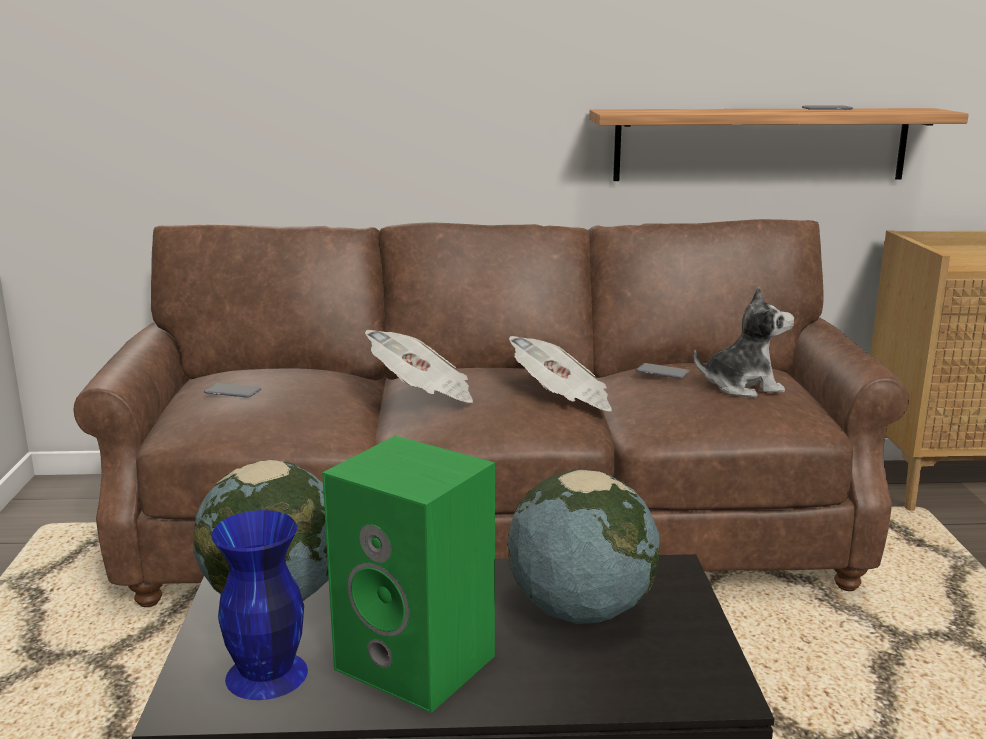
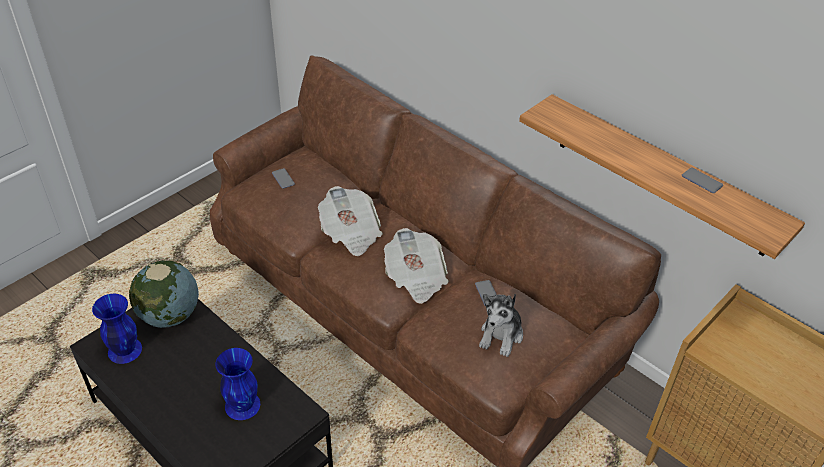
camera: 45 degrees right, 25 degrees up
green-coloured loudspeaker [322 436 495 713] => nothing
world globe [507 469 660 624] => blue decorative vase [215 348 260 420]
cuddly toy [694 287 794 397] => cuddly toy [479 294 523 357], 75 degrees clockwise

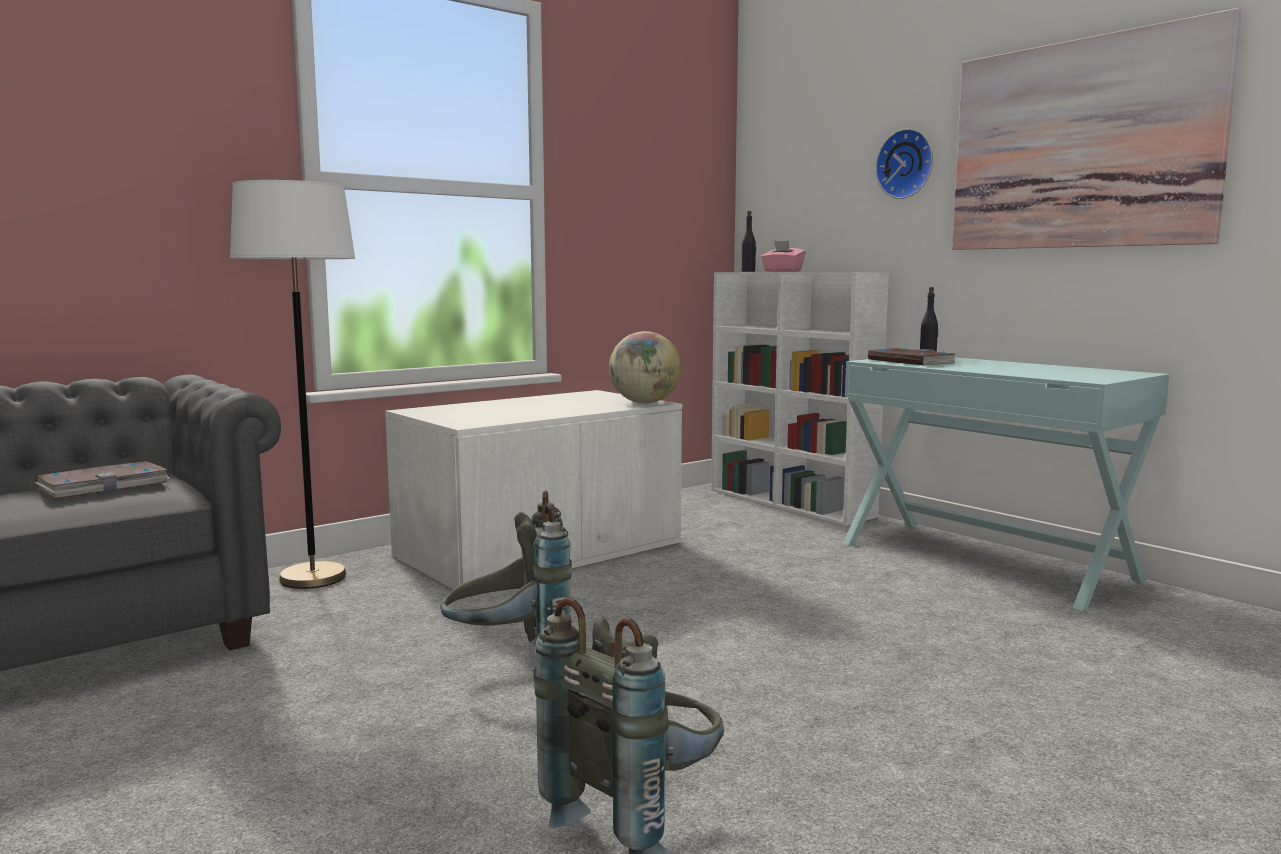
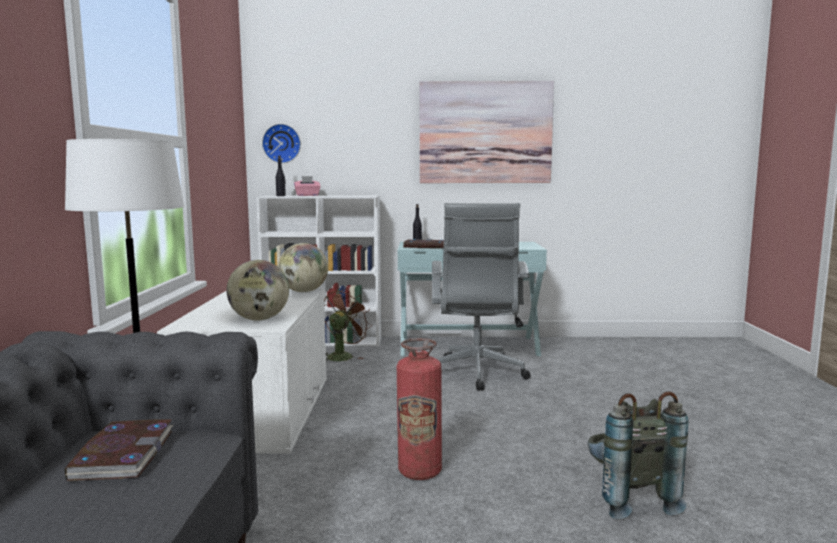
camera: 50 degrees left, 0 degrees up
nothing => world globe [226 260 289 321]
nothing => brownish cooling fan [324 288 372 361]
nothing => greyish computer chair [432 203 531 391]
hanging clock [875 129 933 199] => hanging clock [262 124 301 163], shifted
greyish backpack [440 490 572 643] => fire extinguisher [397 338 442 480]

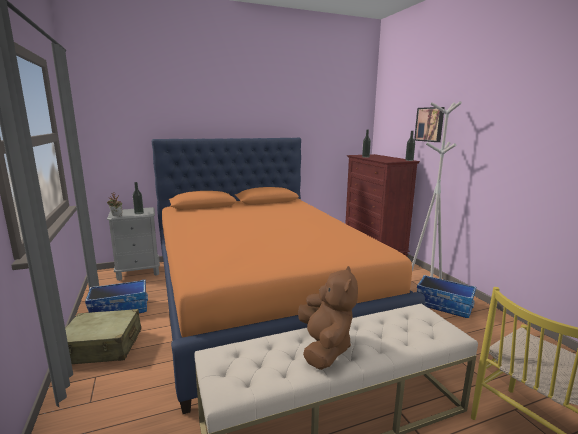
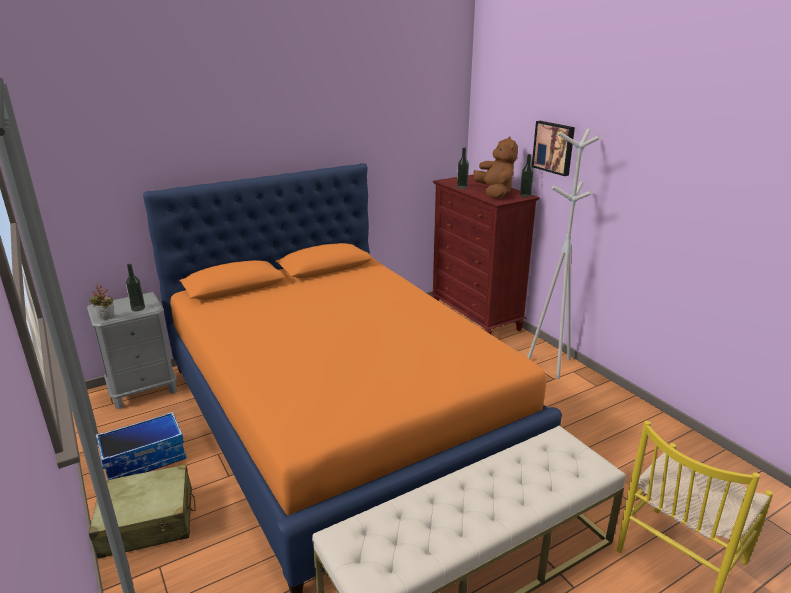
camera: 10 degrees left, 10 degrees up
storage container [417 275 476 318] => nothing
brownish cuddly toy [298 266 358 370] => brownish cuddly toy [473 137 518 198], shifted

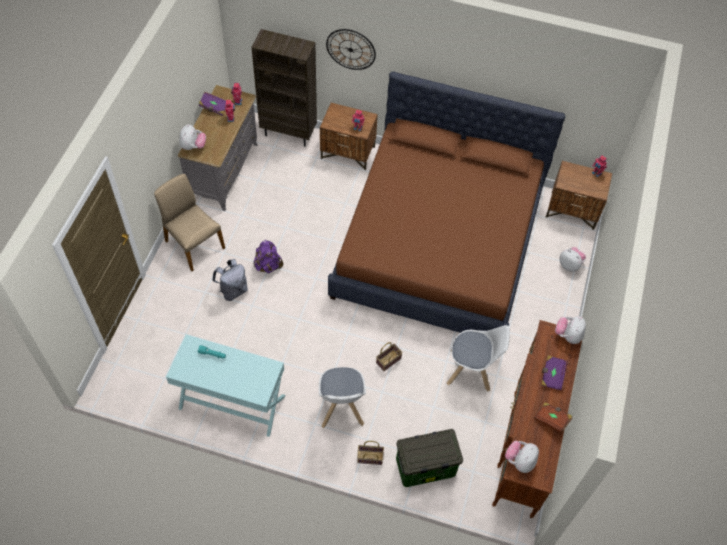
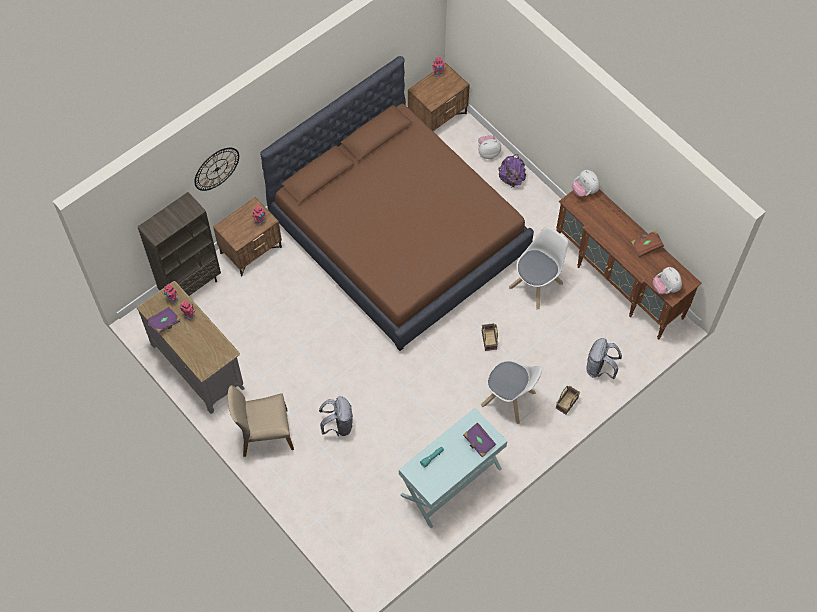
camera: 55 degrees left, 5 degrees up
cuddly toy [179 124 206 150] => nothing
purple-coloured backpack [254 240 283 273] => purple-coloured backpack [499 154 526 187], shifted
purple-coloured bound book [541 356 568 390] => purple-coloured bound book [463 422 496 457], shifted
storage container [396 429 463 487] => greyish backpack [586 338 622 379]

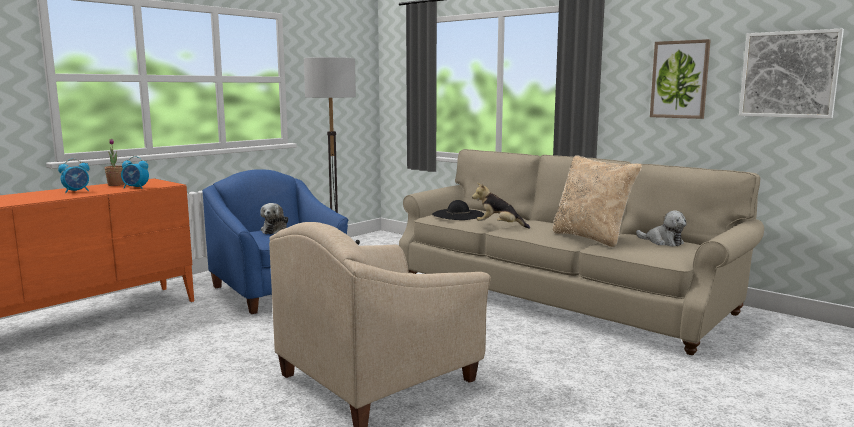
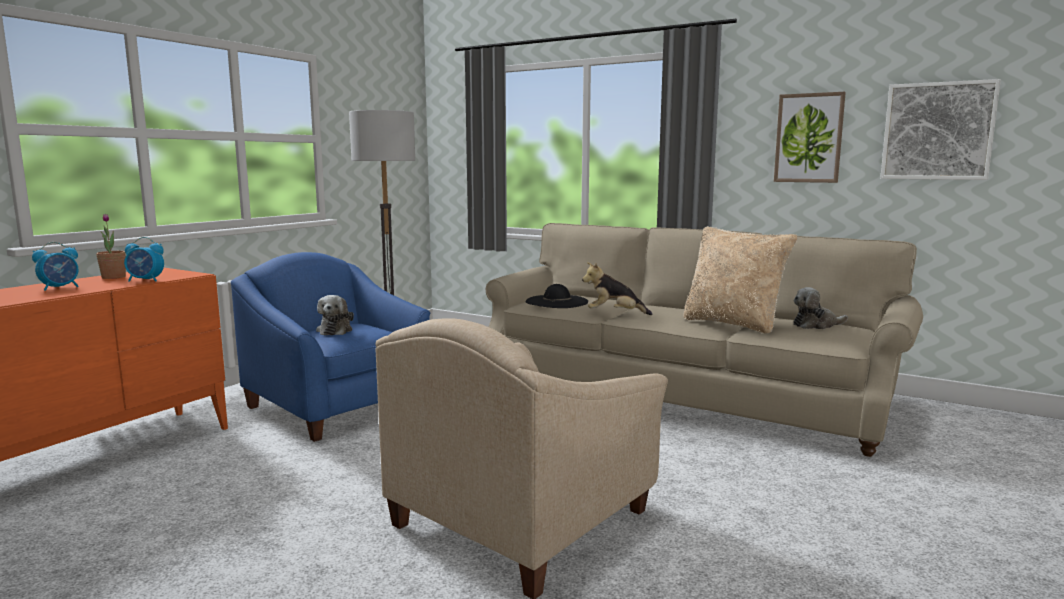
camera: 10 degrees left, 0 degrees up
cuddly toy [636 211 687 246] => cuddly toy [793 287 848 329], 135 degrees clockwise

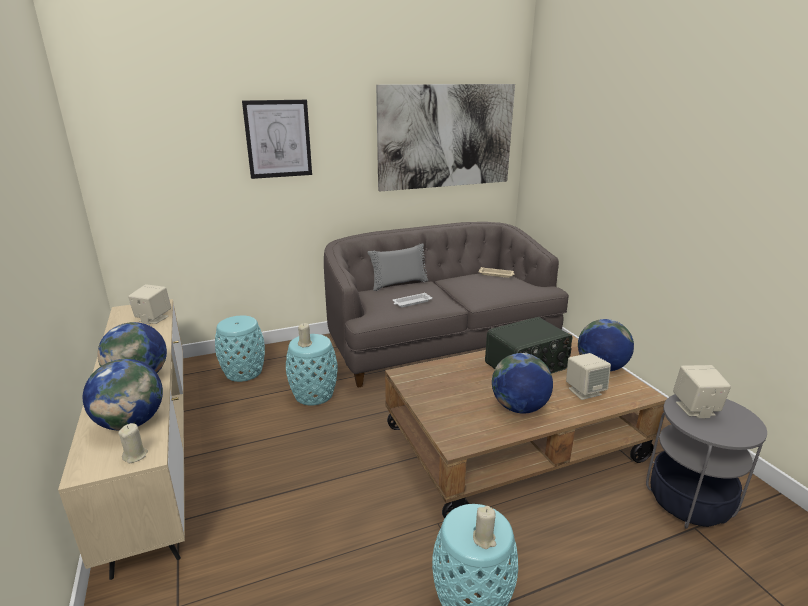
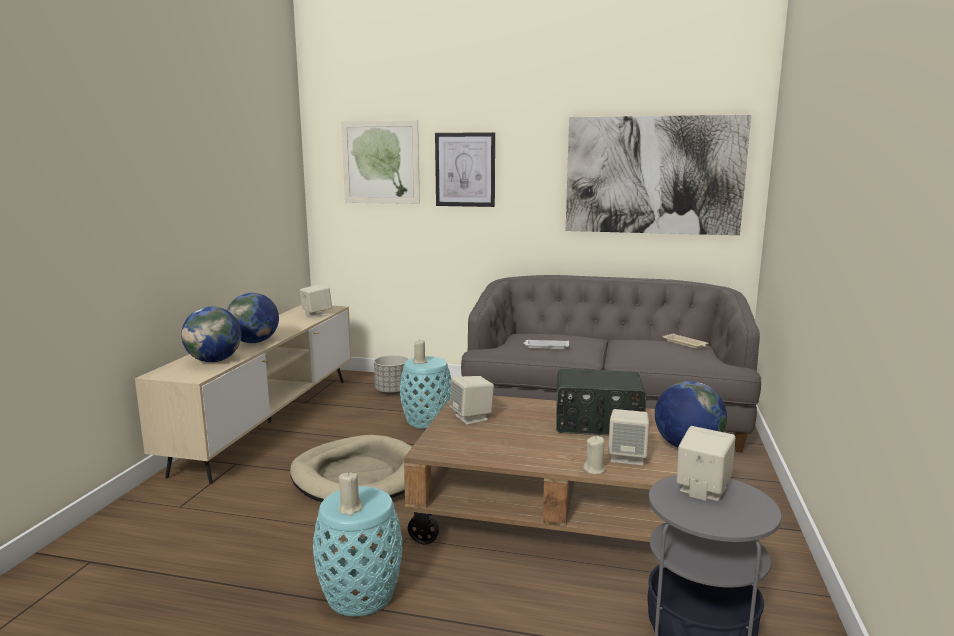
camera: 35 degrees right, 10 degrees down
greyish cushion [367 243 428 291] => nothing
world globe [492 353 553 414] => nothing
nothing => beige pet bed [290 435 412 502]
nothing => wall picture [341 120 420 204]
nothing => beige loudspeaker [450 376 494 425]
beige candle [118 423 148 463] => beige candle [583 436 606 474], shifted
turquoise-coloured sitting stool [215 316 265 382] => greyish planter [374 355 409 394]

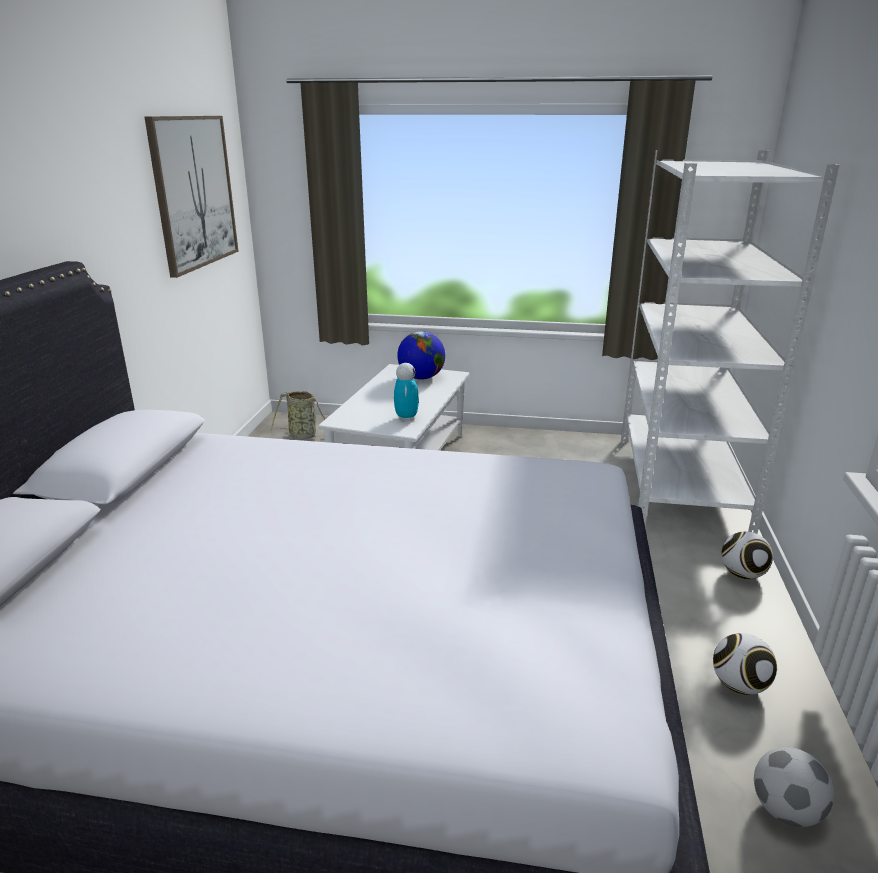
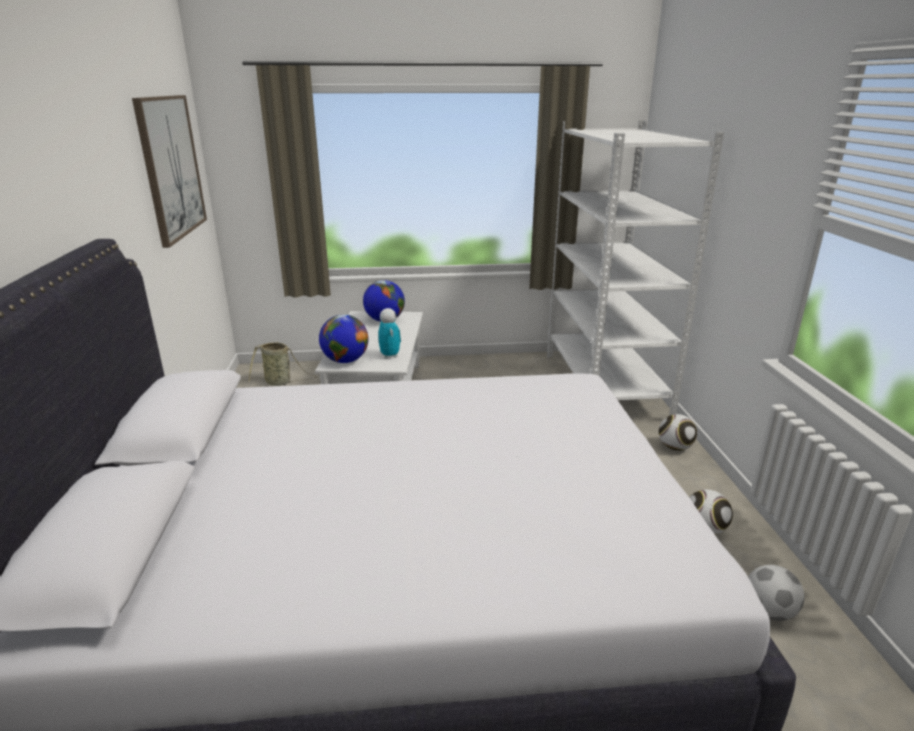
camera: 15 degrees left, 0 degrees up
nothing => world globe [319 314 368 363]

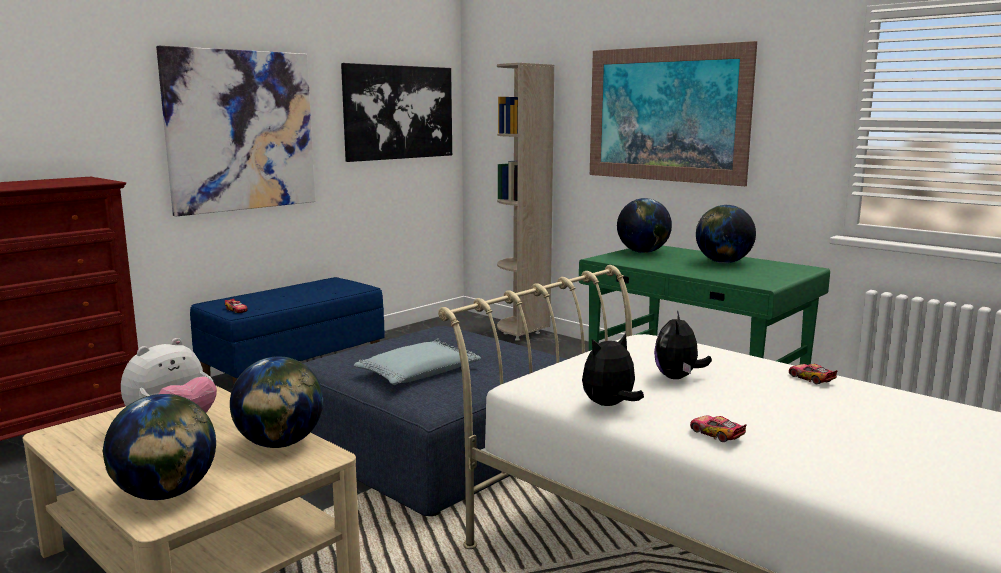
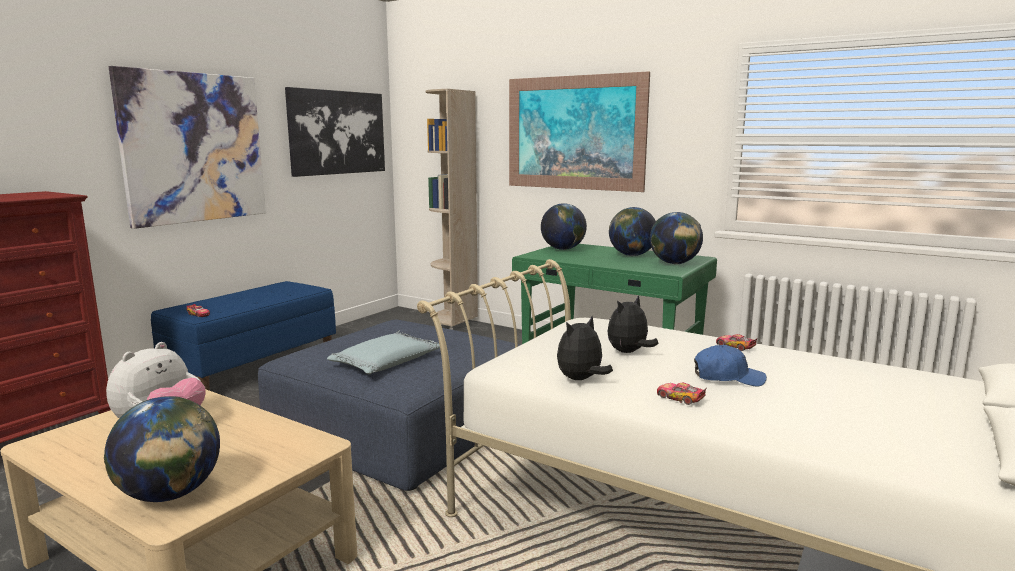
camera: 10 degrees left, 0 degrees up
nothing => blue cap [694 345 767 387]
world globe [230 357 323 448] => world globe [650 212 703 264], shifted
cuddly toy [654 311 712 379] => cuddly toy [607 295 659 353], 45 degrees clockwise

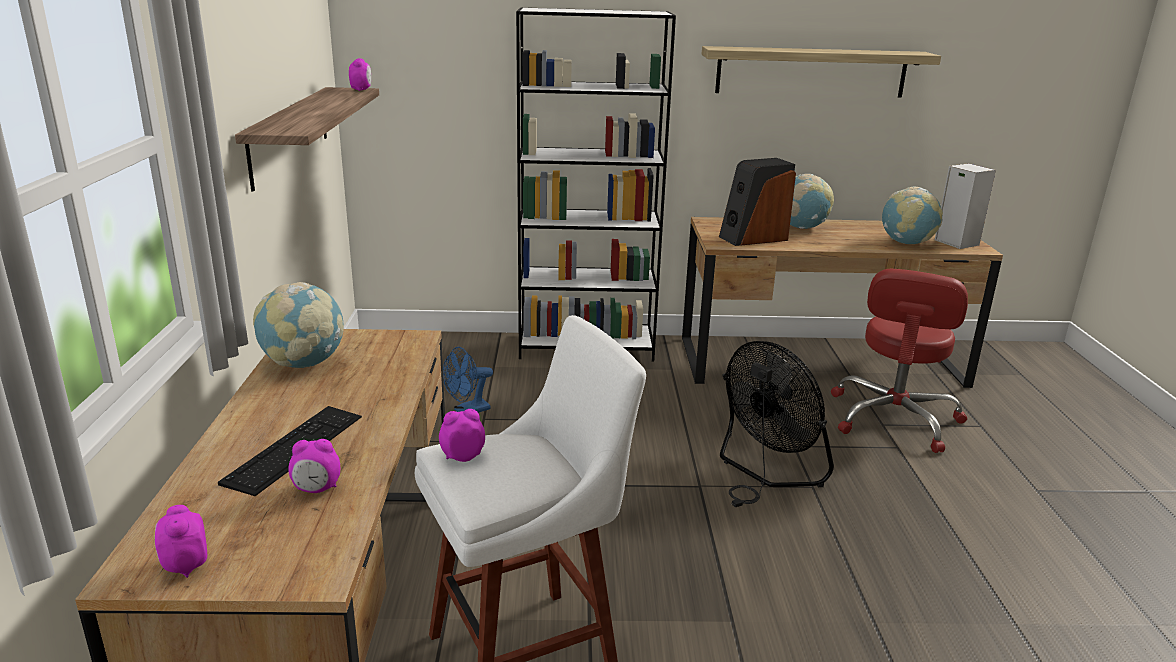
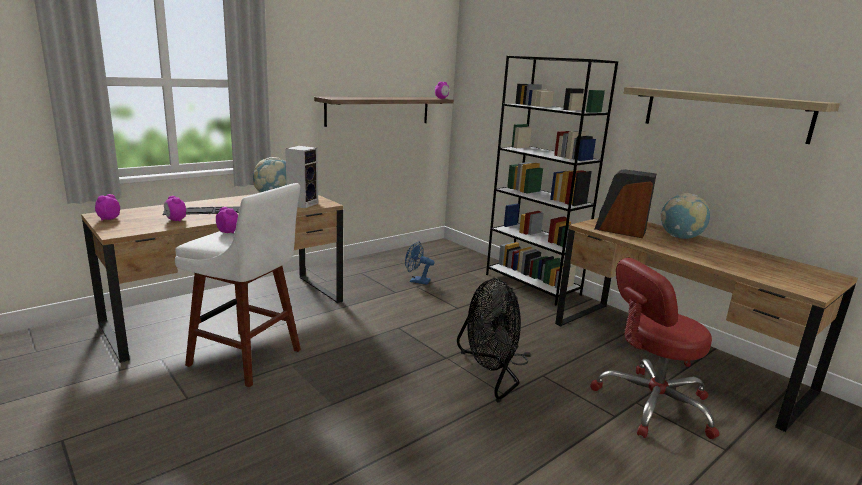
camera: 50 degrees right, 5 degrees down
world globe [882 187 943 244] => nothing
loudspeaker [935 163 996 249] => loudspeaker [285 146 318 208], shifted
black-coloured cooling fan [720 341 834 507] => black-coloured cooling fan [457 278 532 403], 150 degrees clockwise

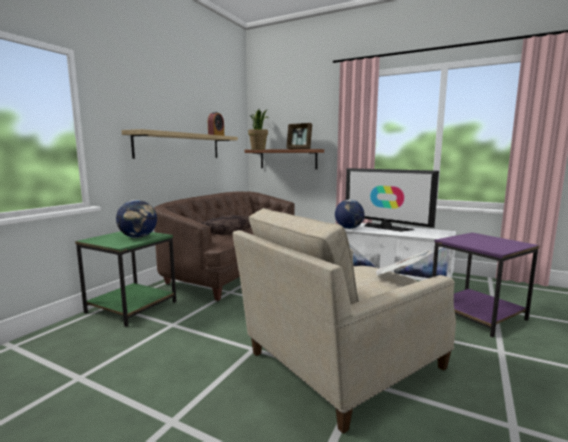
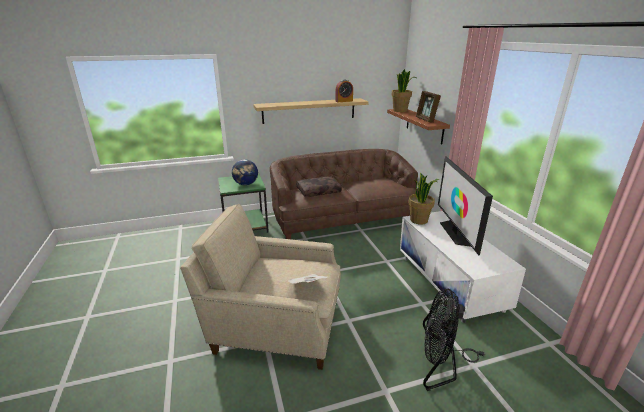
camera: 45 degrees right, 15 degrees up
world globe [335 200 364 229] => plant in a pot [408 173 440 225]
purple-coloured end table [432 233 539 337] => black-coloured cooling fan [423 289 486 391]

